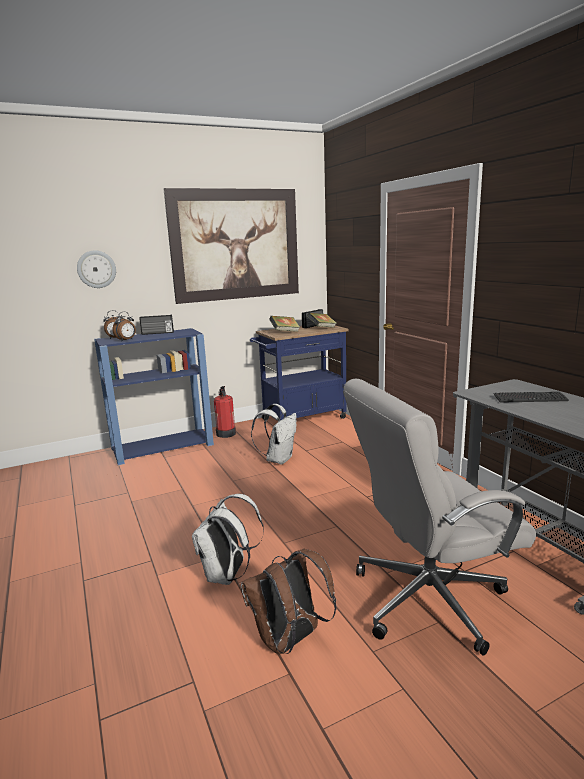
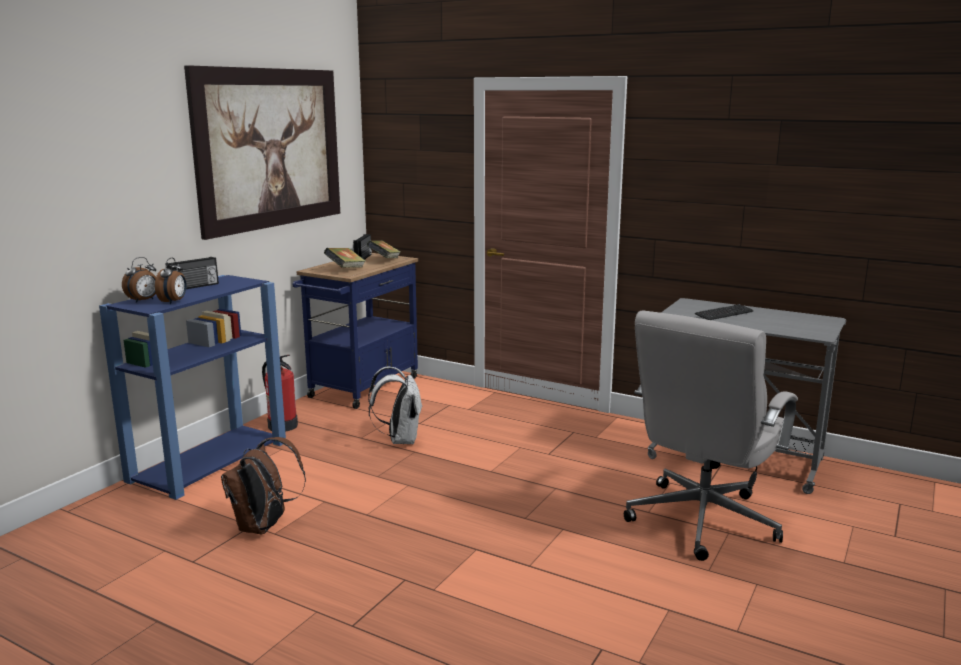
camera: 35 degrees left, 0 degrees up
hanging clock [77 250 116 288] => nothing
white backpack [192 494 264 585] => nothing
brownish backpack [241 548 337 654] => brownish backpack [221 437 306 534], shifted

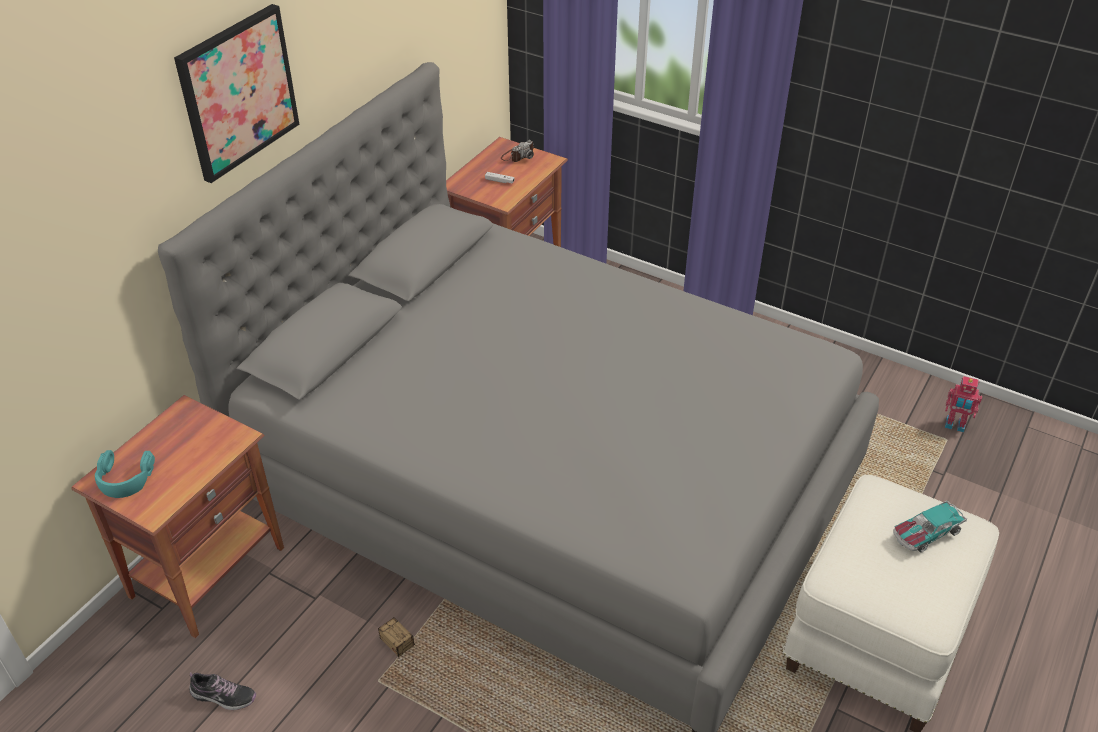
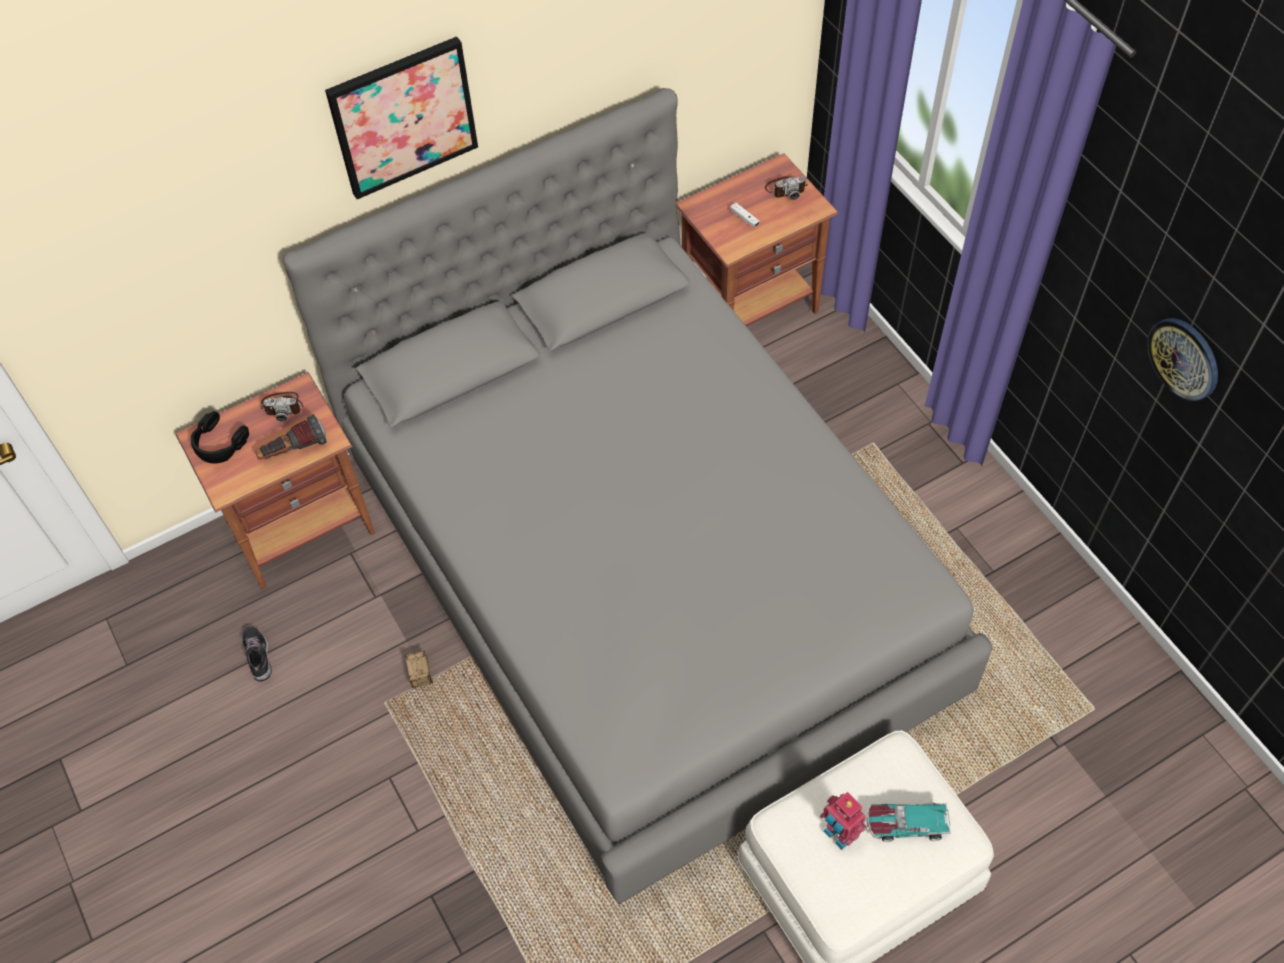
camera: 30 degrees right, 15 degrees up
nothing => hand torch [255 414 327 460]
nothing => still camera [261 392 304 421]
nothing => hanging clock [1147 318 1218 401]
model robot [945 376 982 432] => model robot [820 791 867 850], shifted
turquoise-coloured headset [95 450 155 498] => black-coloured headset [191 411 249 464]
low shoe [190 672 256 710] => low shoe [242 626 272 682], 150 degrees counterclockwise

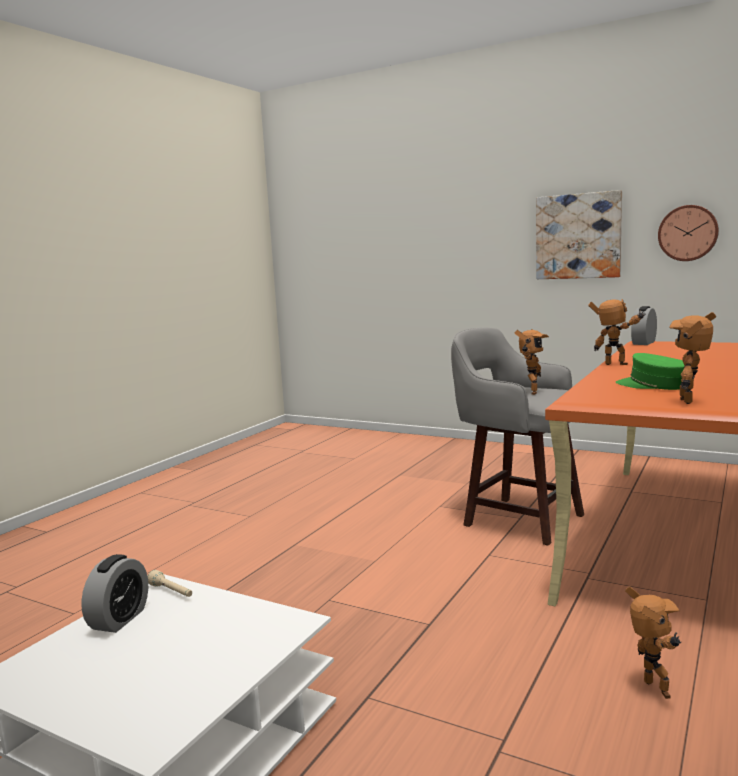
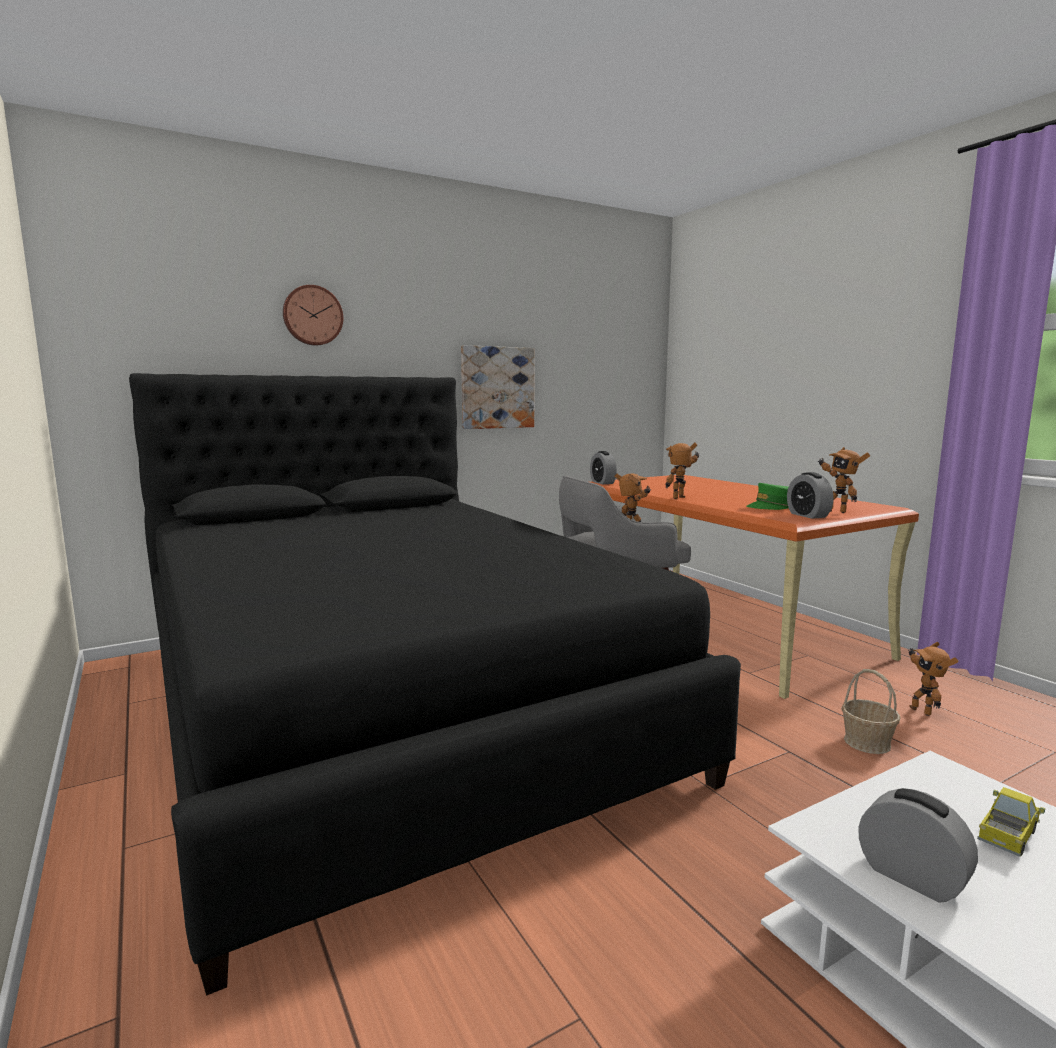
camera: 60 degrees left, 0 degrees up
beige hand torch [148 570 192 597] => nothing
nothing => black-coloured bed [129 373 741 996]
nothing => table clock [787 472 833 519]
nothing => household basket [841 669 901 754]
nothing => model truck [977 787 1045 857]
hanging clock [658 205 719 261] => hanging clock [283 285 343 346], shifted
model robot [625 587 681 699] => model robot [908 642 959 716], 120 degrees counterclockwise

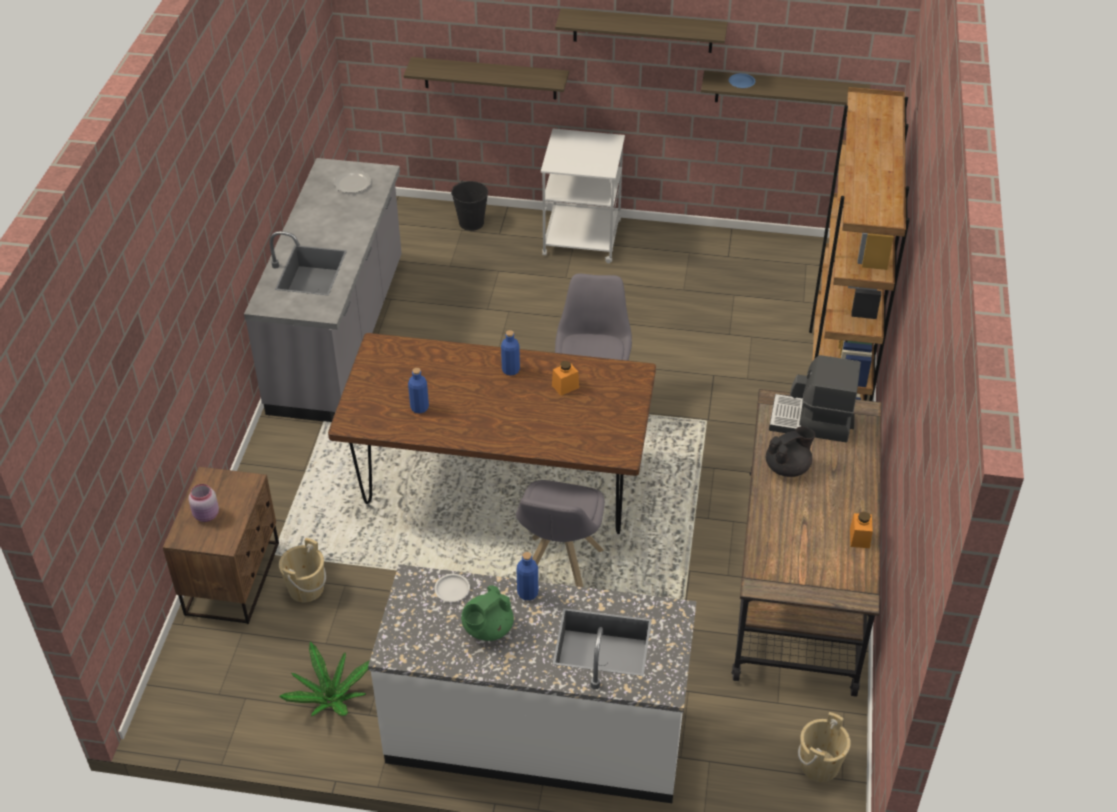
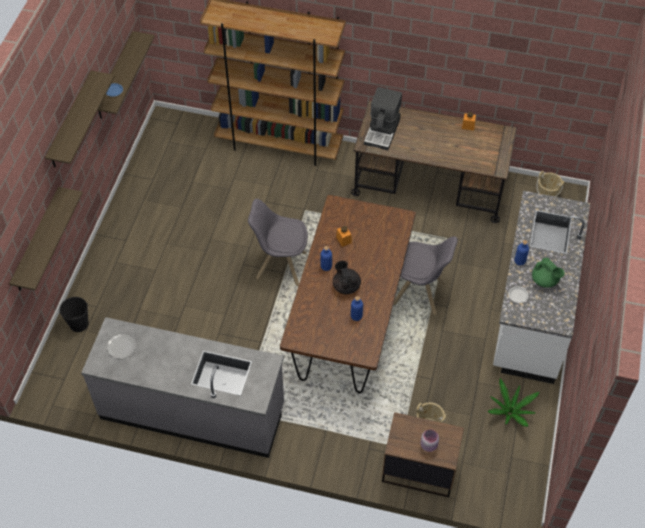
camera: 85 degrees left, 10 degrees up
white wheeled cart [541 129 625 263] => nothing
black-coloured tea pot [766 427 815 477] => black-coloured tea pot [333 261 361 294], shifted

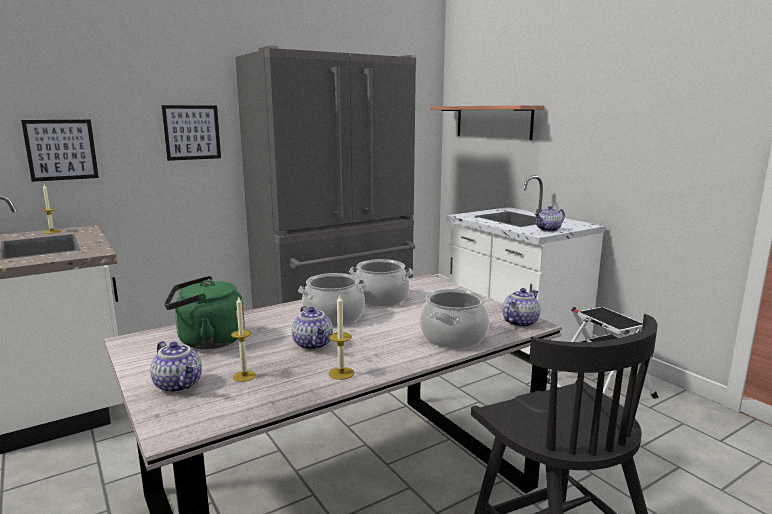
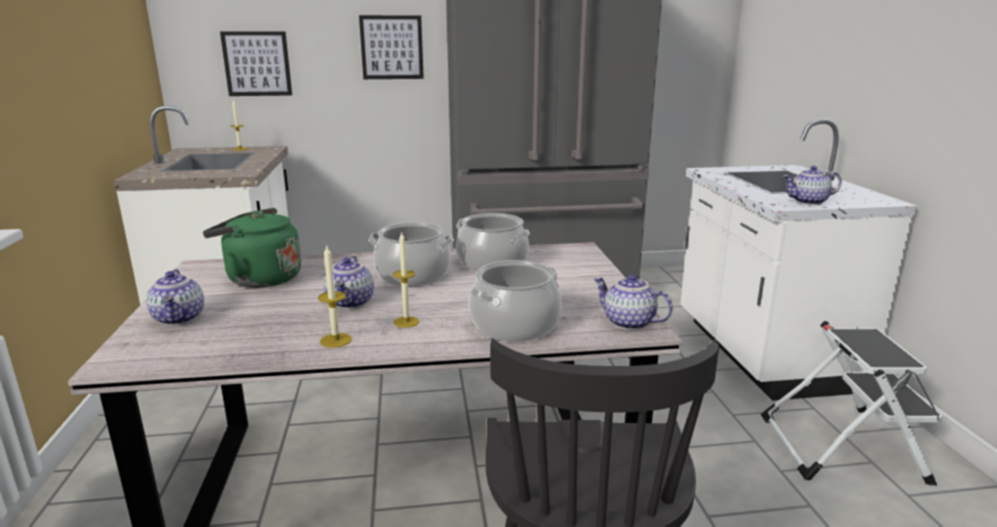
camera: 25 degrees right, 5 degrees up
bracket shelf [430 105 545 140] => nothing
candle [231 296 256 382] => candle [393 232 419 328], shifted
tea pot [502 288 540 327] => tea pot [593 274 673 330], 120 degrees counterclockwise

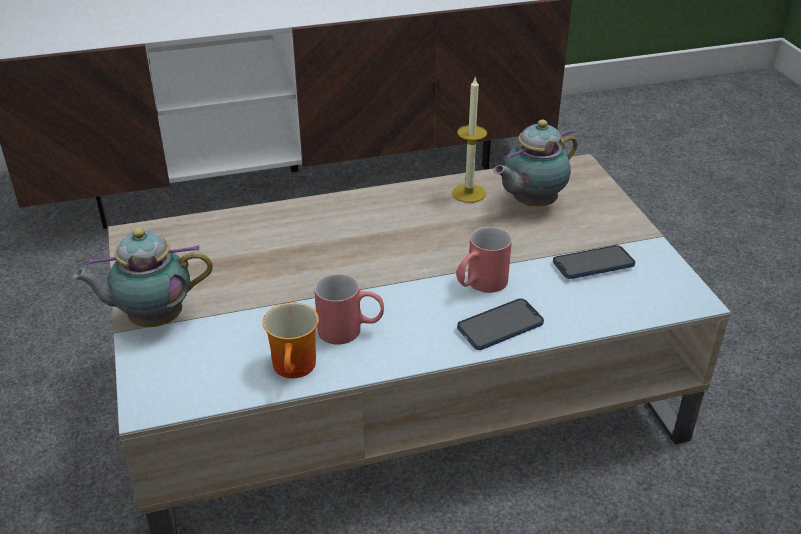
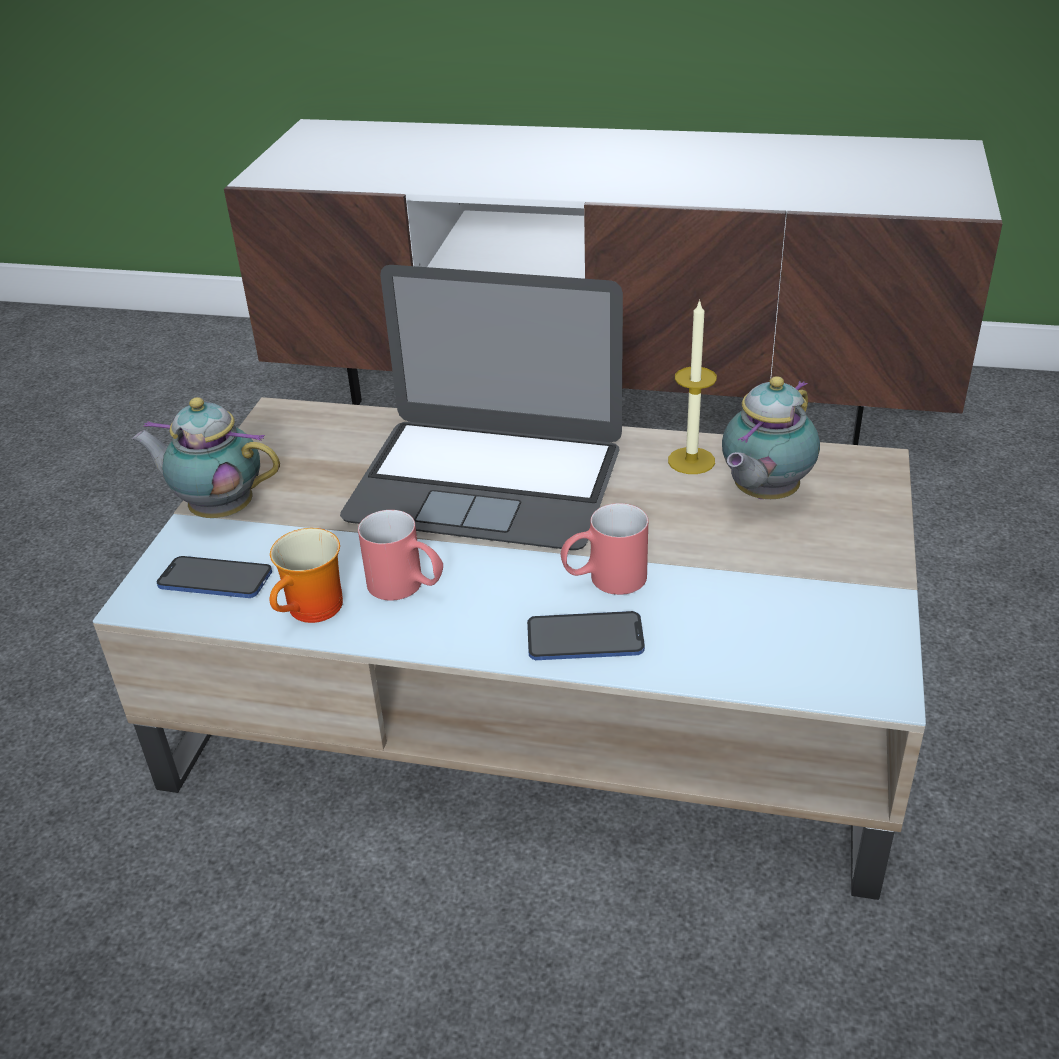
camera: 30 degrees right, 0 degrees up
nothing => portable computer [340 265 623 550]
telephone [553 245 635 279] => telephone [157 556 272 598], shifted
tea pot [493 120 578 206] => tea pot [722 376 820 499], 45 degrees counterclockwise

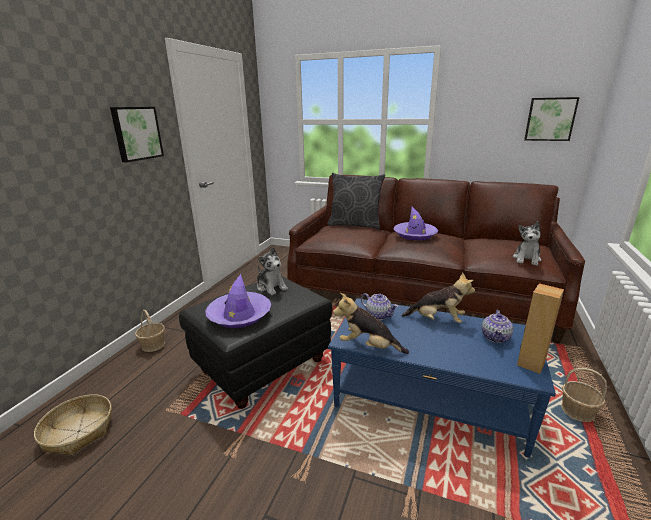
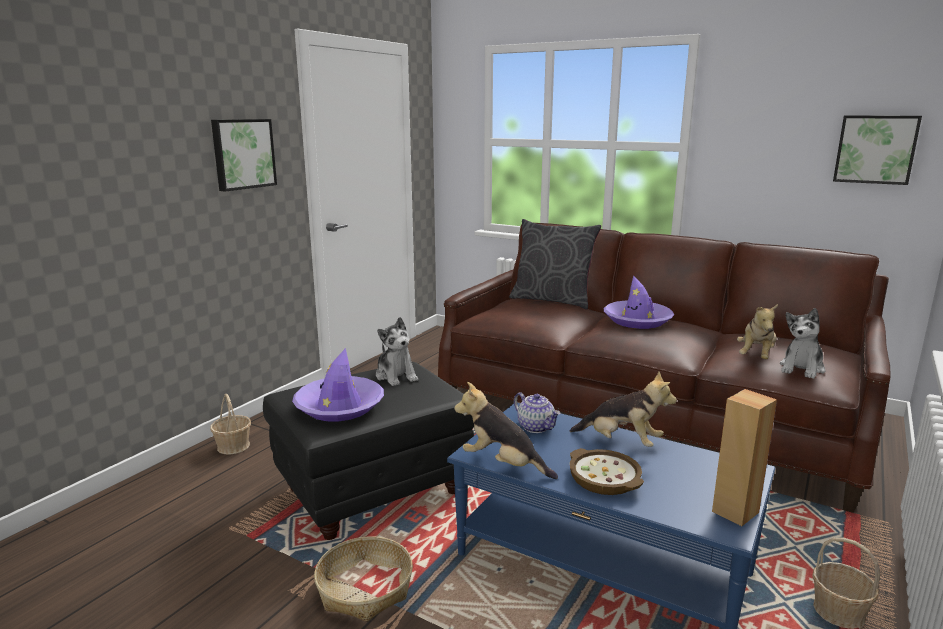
camera: 10 degrees right, 5 degrees down
tea pot [482 310 513 343] => nothing
nothing => deep dish [570 448 644 495]
nothing => cuddly toy [737 304 778 359]
household basket [34 394 112 455] => household basket [314 536 413 622], shifted

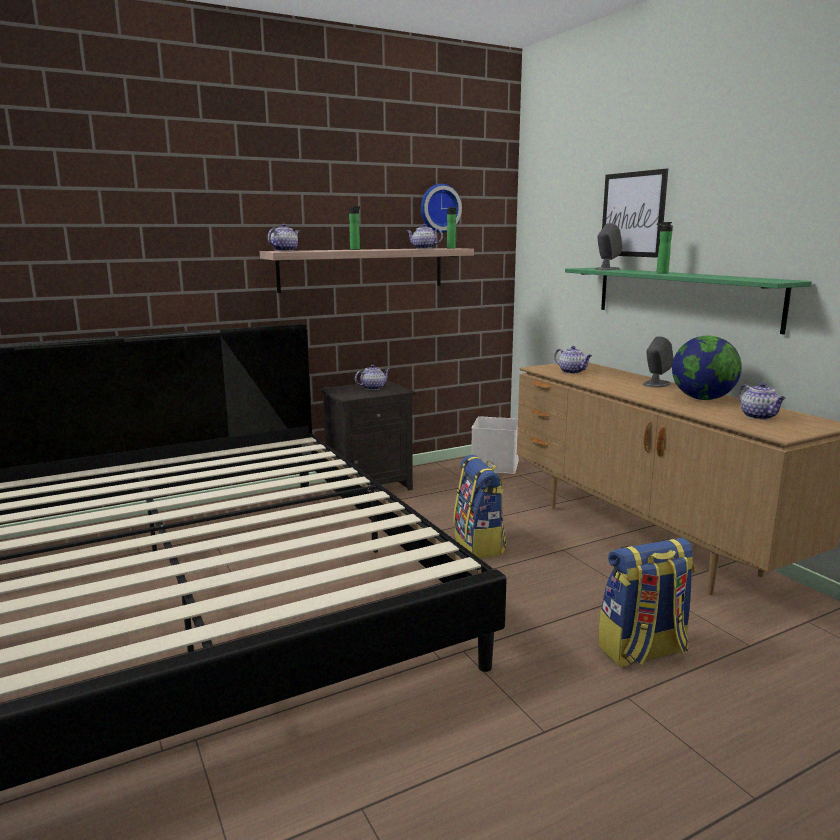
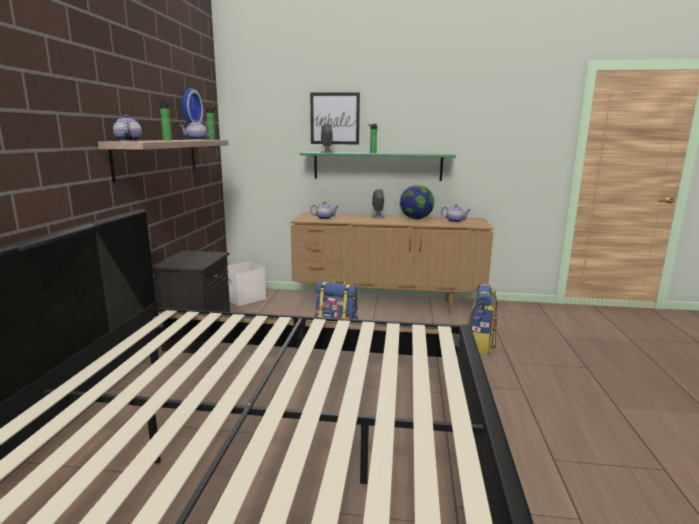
camera: 55 degrees left, 0 degrees up
tea pot [355 365 390 390] => nothing

